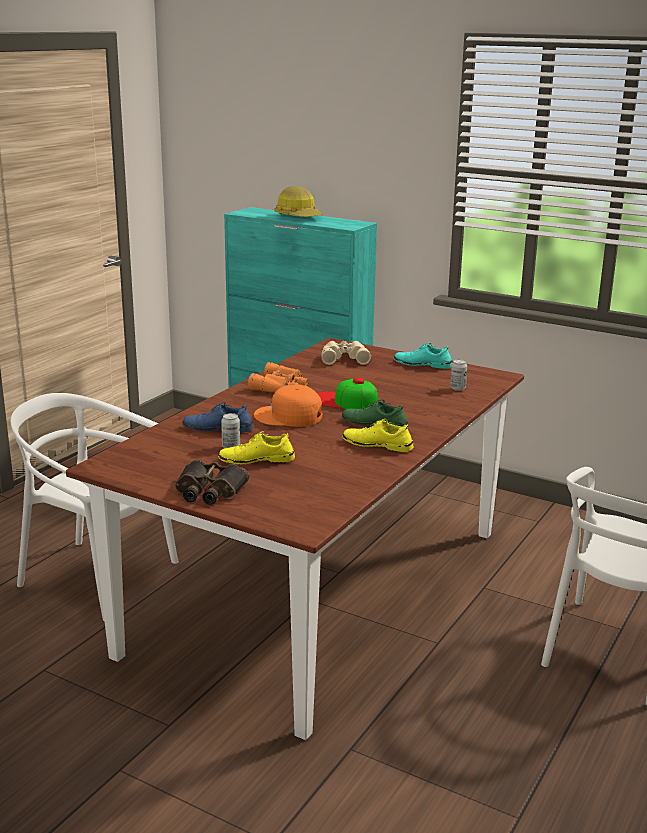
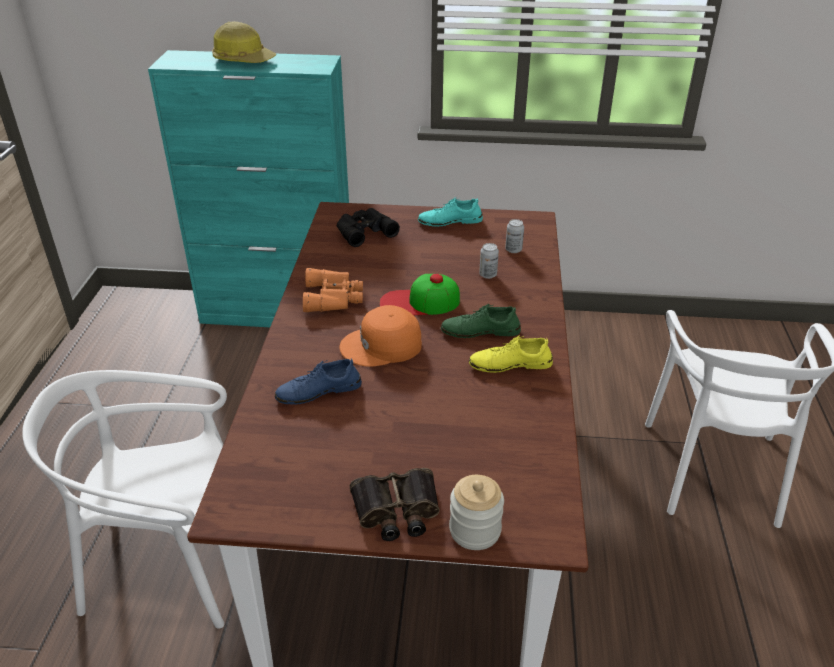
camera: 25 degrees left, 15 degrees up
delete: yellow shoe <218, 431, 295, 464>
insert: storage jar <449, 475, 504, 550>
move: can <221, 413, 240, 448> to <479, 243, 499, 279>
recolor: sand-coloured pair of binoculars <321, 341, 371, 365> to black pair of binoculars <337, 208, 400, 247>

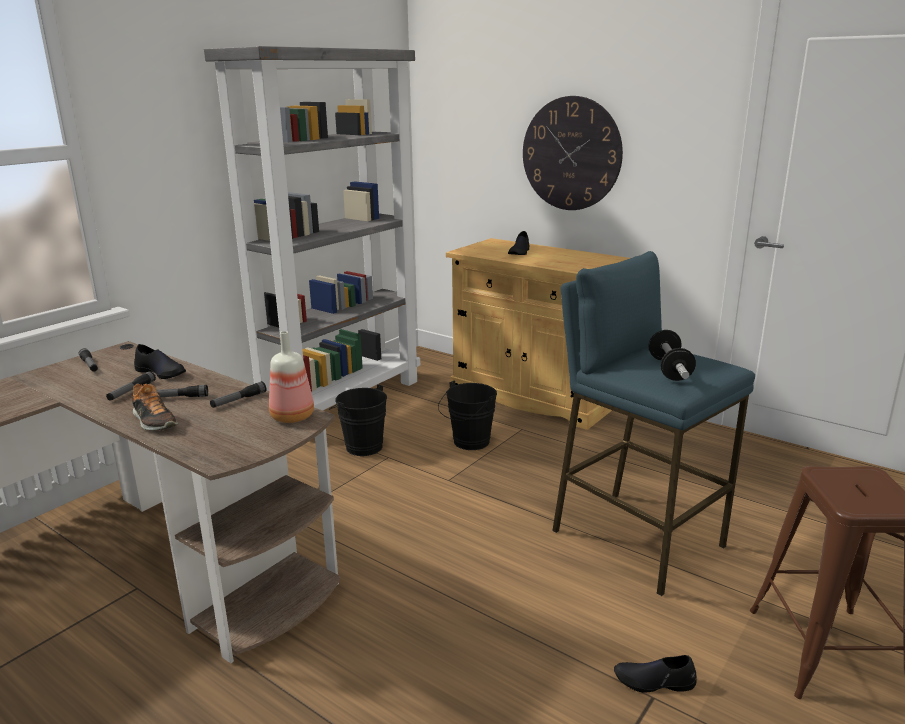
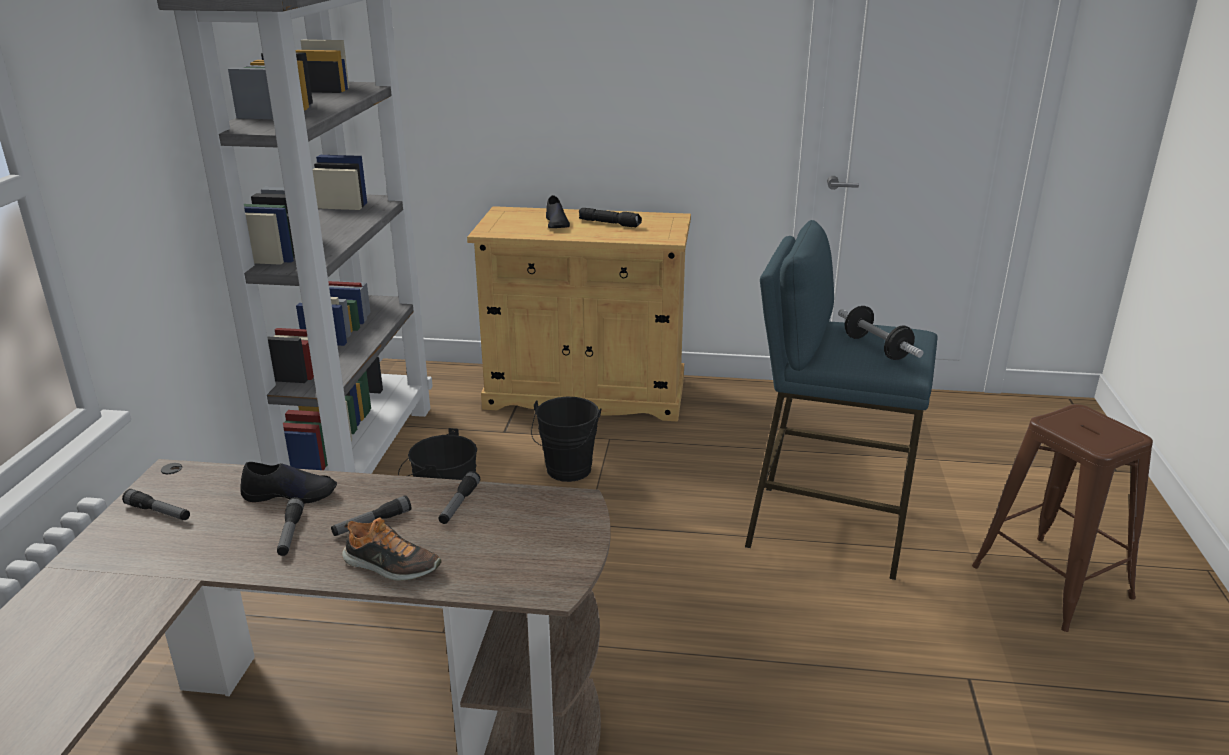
camera: 30 degrees left, 5 degrees up
delete: beverage bottle <269, 331, 314, 423>; wall clock <523, 96, 623, 210>; black shoe <614, 655, 697, 692>
insert: black hand torch <579, 208, 642, 227>

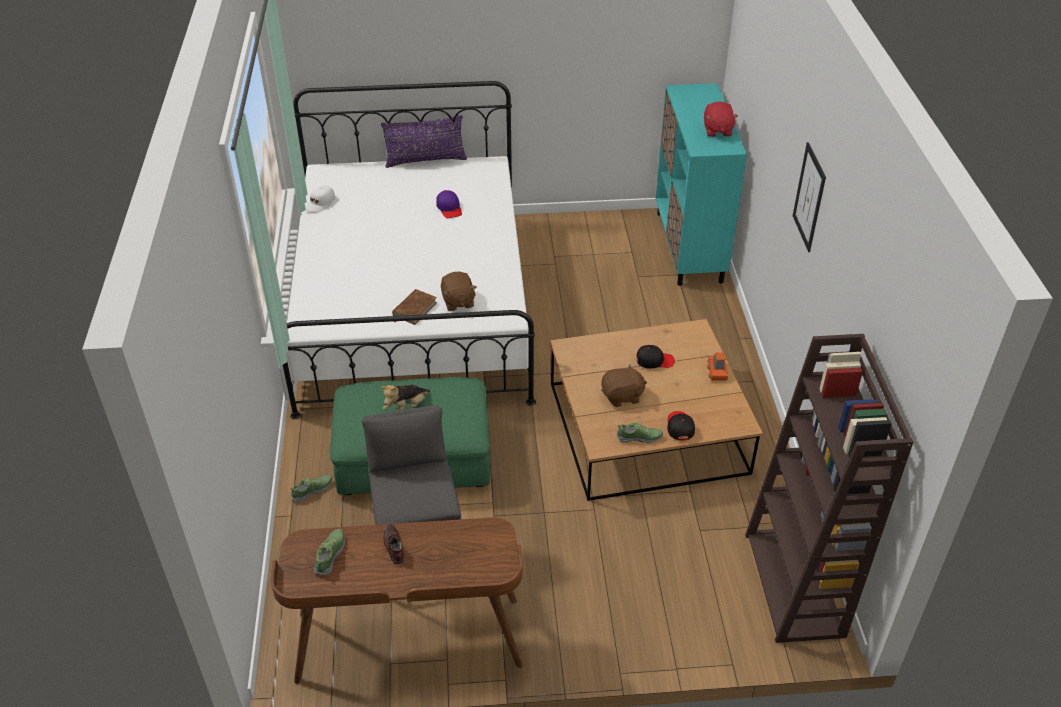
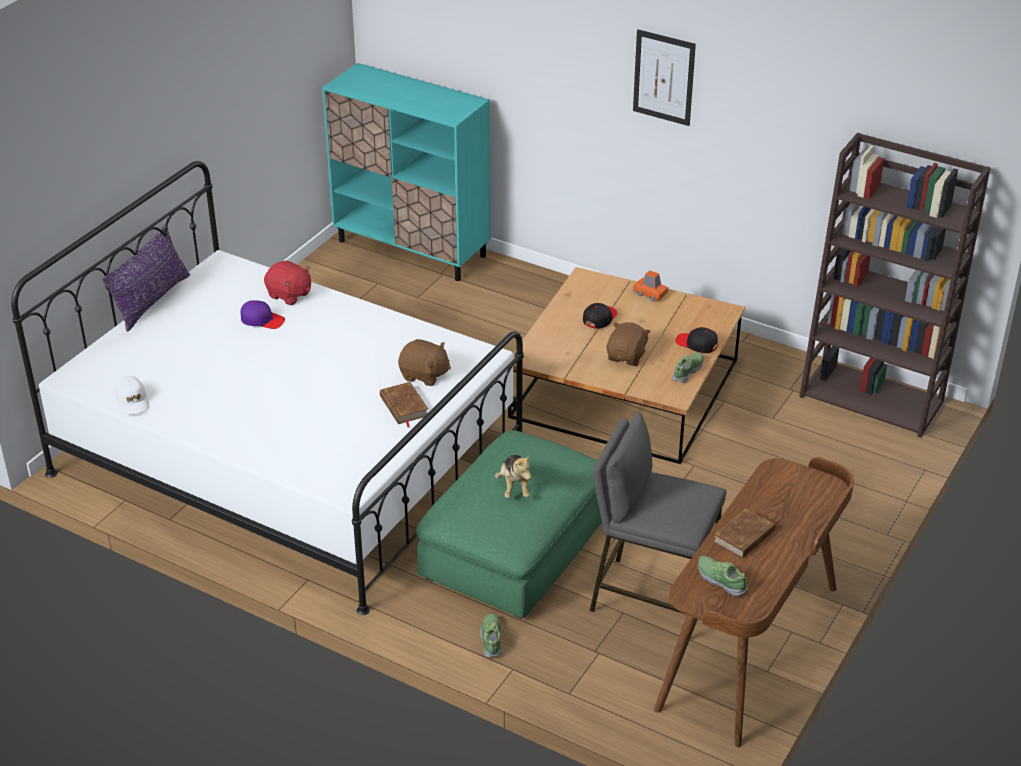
camera: 55 degrees left, 5 degrees down
move: reddish plush toy <704, 101, 738, 137> to <264, 260, 311, 305>
replace: brownish shoe <383, 524, 404, 564> to brownish volume <713, 508, 776, 558>

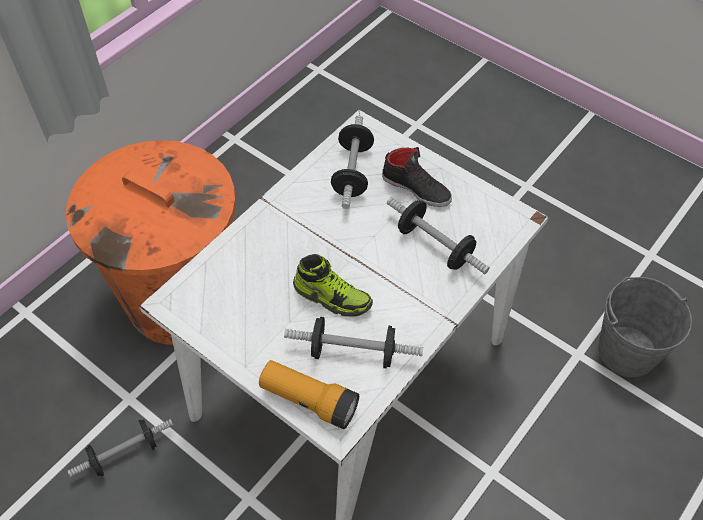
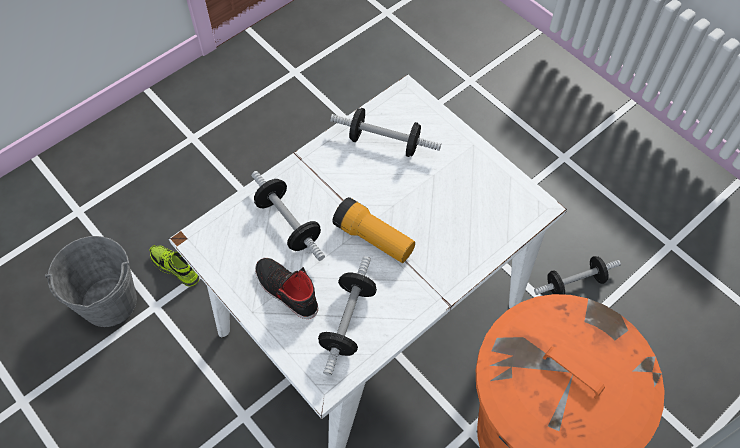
camera: 170 degrees left, 5 degrees up
move: hand torch <259, 360, 359, 429> to <332, 197, 415, 263>; shoe <293, 254, 373, 317> to <149, 245, 200, 287>

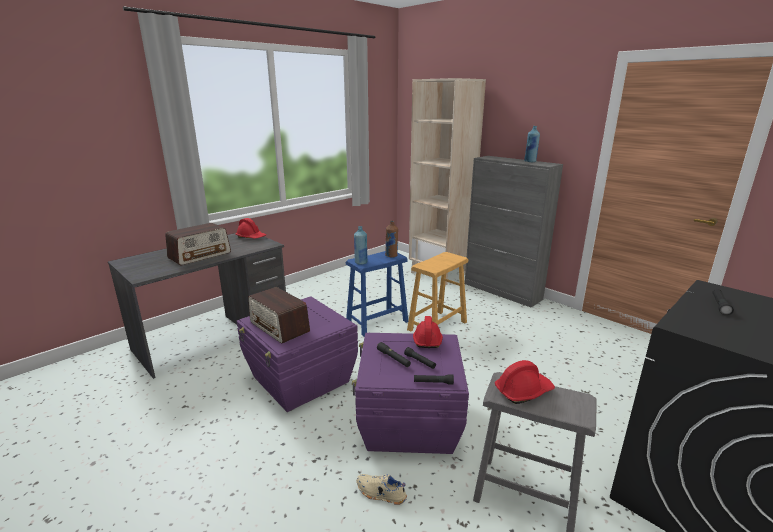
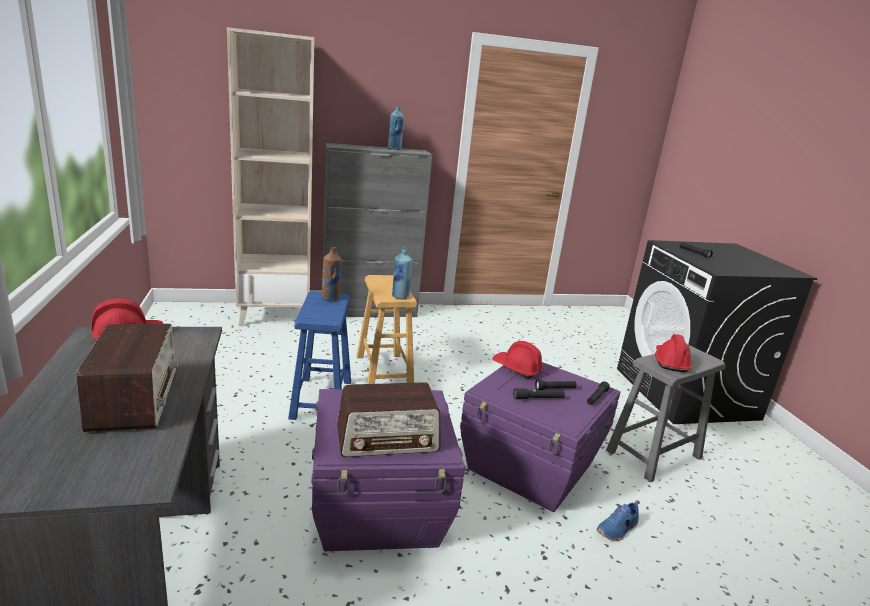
camera: 60 degrees left, 0 degrees up
move: blue-coloured beverage bottle <354, 226, 368, 265> to <392, 248, 412, 299>
recolor: sand-coloured shoe <357, 474, 407, 505> to blue-coloured shoe <597, 500, 640, 541>

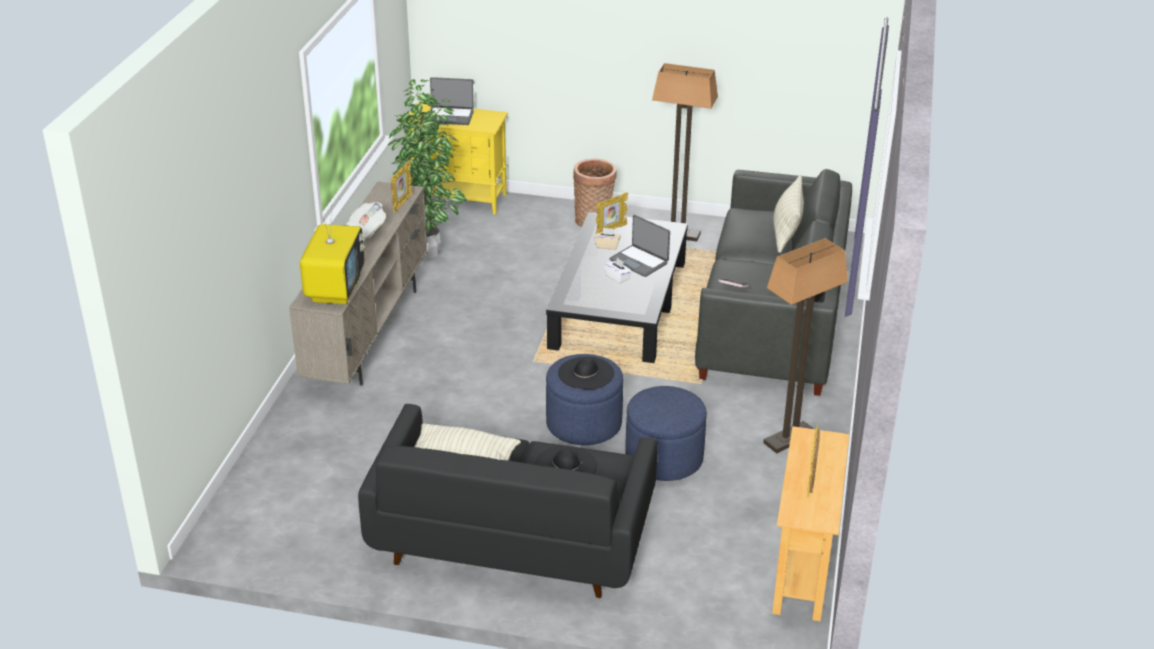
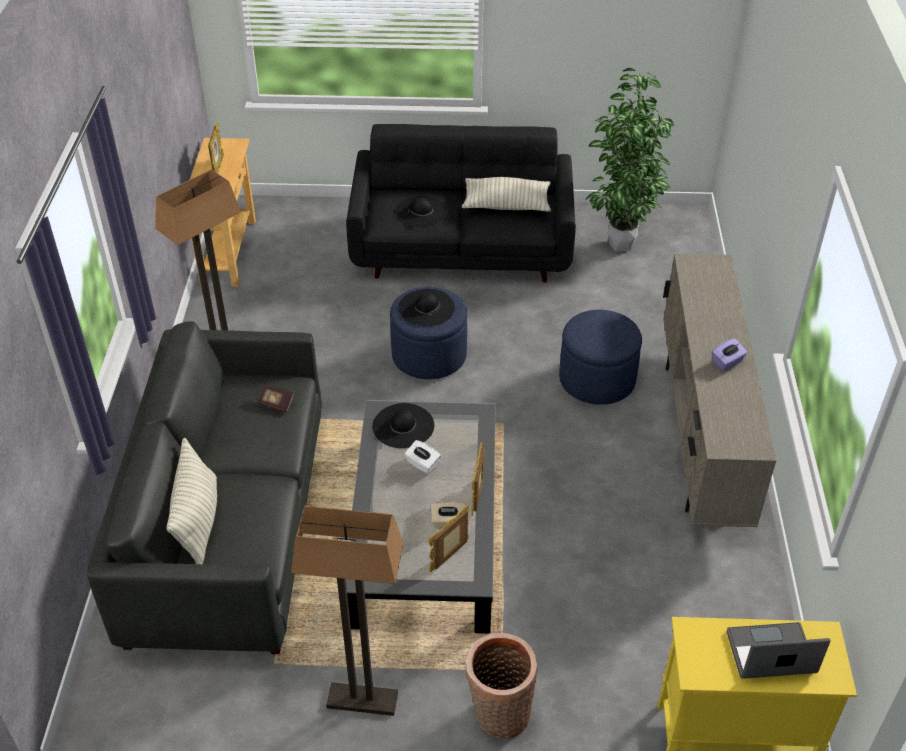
camera: 170 degrees right, 10 degrees up
delete: TV set <300, 205, 365, 304>; notebook computer <610, 215, 670, 277>
insert: black wearable hat <372, 403, 434, 448>
move: houseplant <387, 79, 467, 260> to <585, 68, 674, 252>; photo frame <391, 160, 413, 213> to <471, 442, 484, 516>; blue-coloured footrest <625, 386, 707, 481> to <559, 310, 642, 405>
replace: daily paper <346, 202, 386, 242> to purple-coloured tissue holder <712, 338, 748, 371>

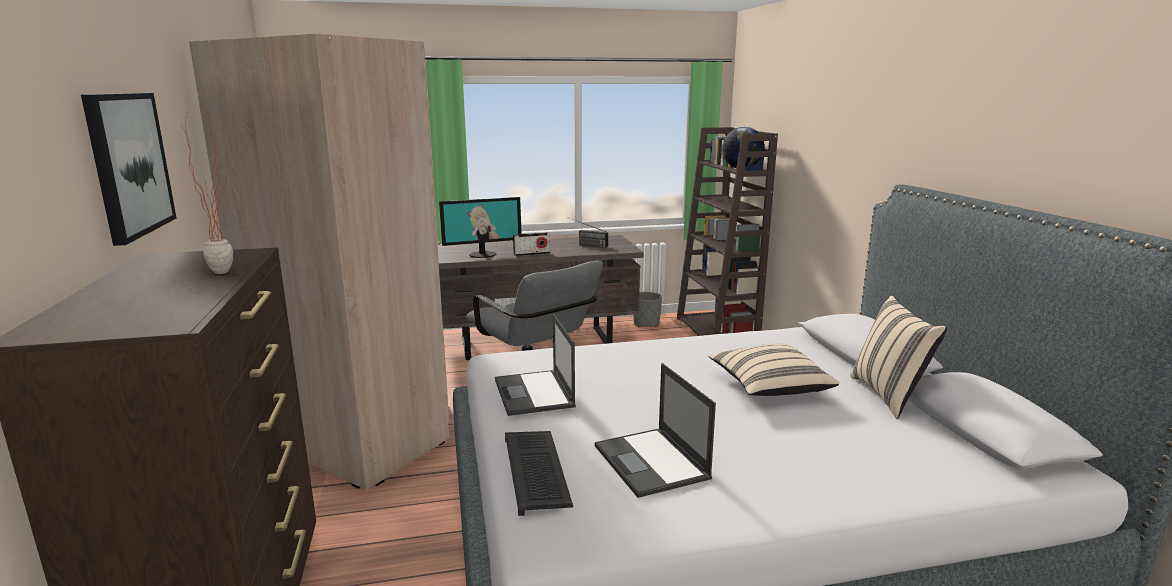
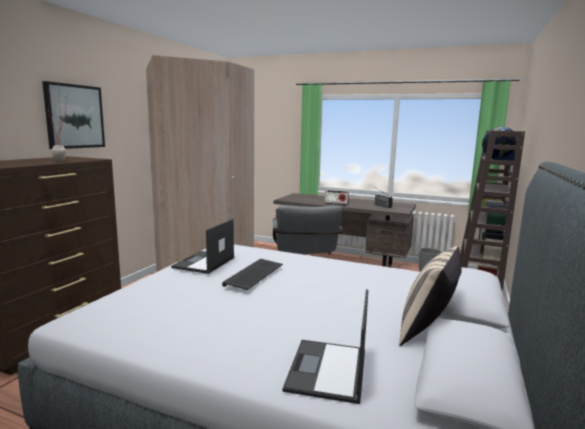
camera: 35 degrees right, 5 degrees down
delete: computer display <439, 197, 522, 258>; sand-coloured pillow <708, 344, 839, 396>
move: computer keyboard <505, 431, 573, 516> to <222, 259, 283, 290>; notebook computer <595, 363, 716, 498> to <283, 289, 368, 404>

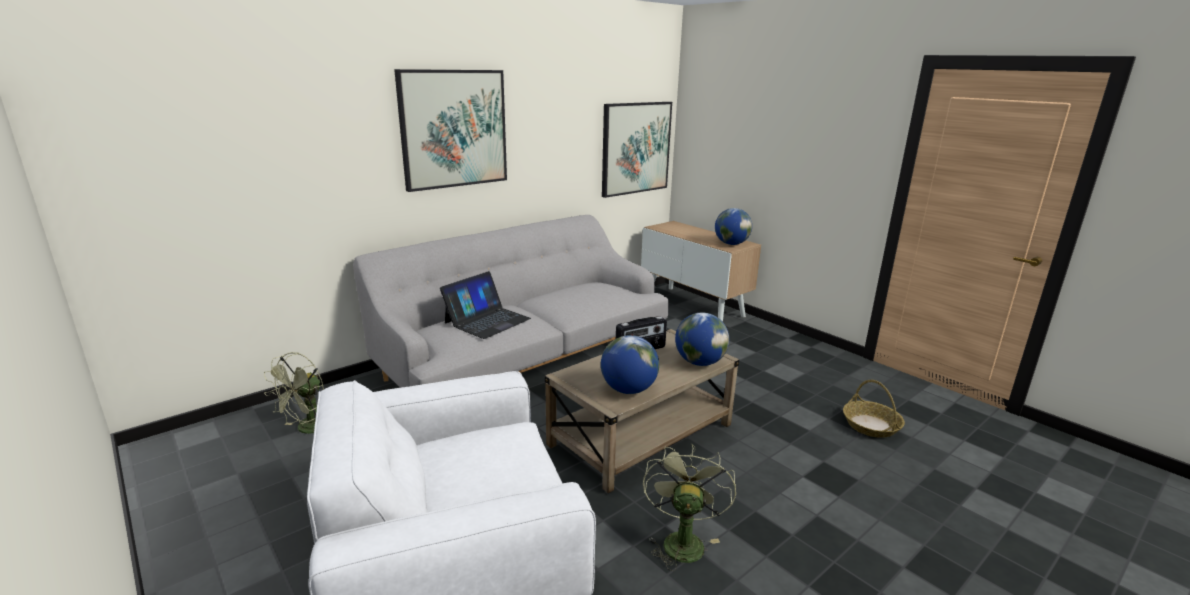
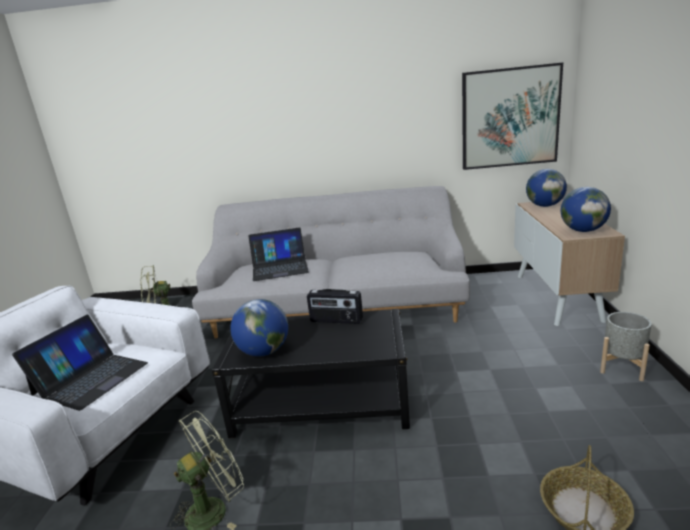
camera: 45 degrees right, 0 degrees up
delete: wall art <394, 69, 507, 192>
insert: notebook computer <12, 315, 148, 411>; grey planter <600, 312, 652, 381>
move: desk globe <675, 312, 729, 366> to <526, 169, 567, 207>
recolor: sand-coloured coffee table <545, 329, 739, 493> to black coffee table <211, 309, 410, 438>

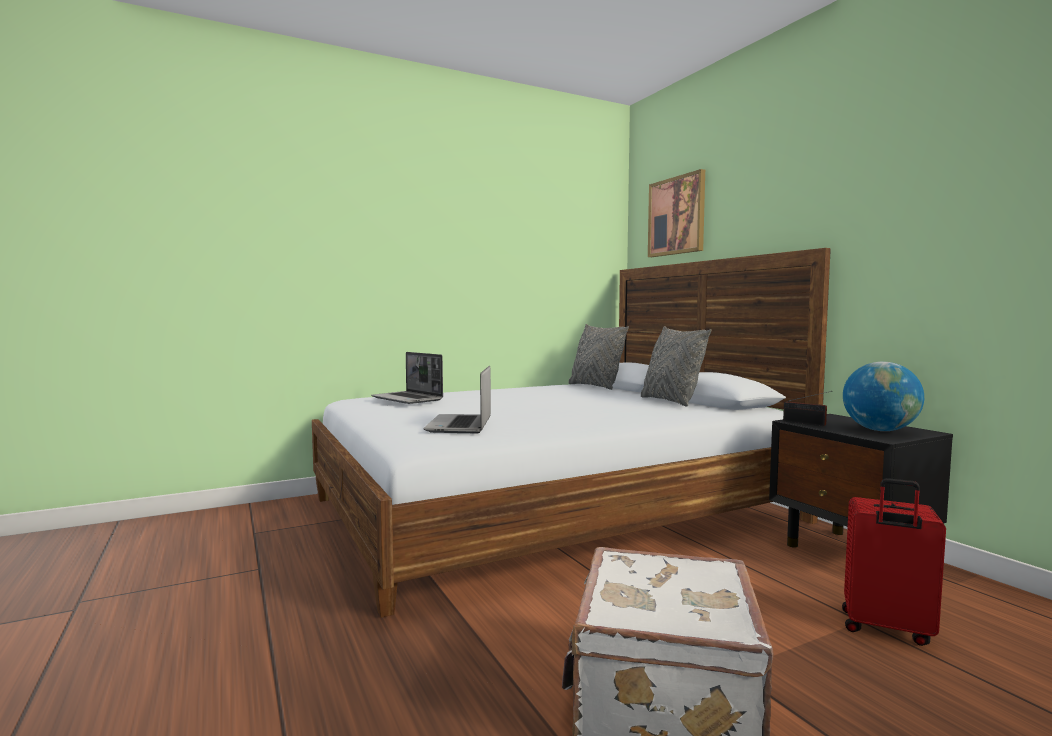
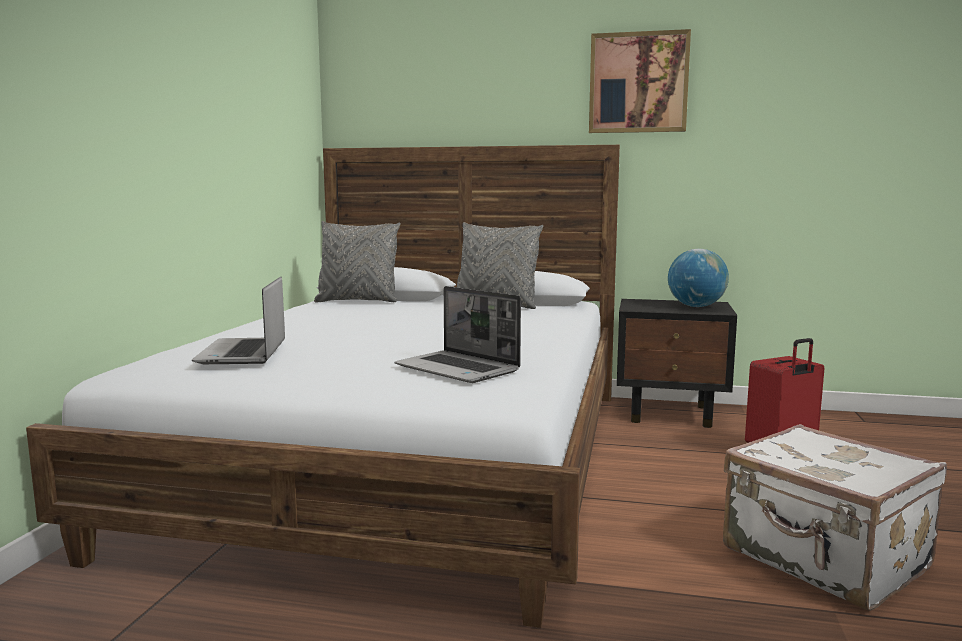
camera: 50 degrees left, 5 degrees up
delete: radio receiver <783, 391, 832, 426>
move: wall art <648, 169, 705, 257> to <589, 29, 691, 133>
rotate: notebook computer <371, 352, 443, 404> = <192, 277, 285, 364> 90 degrees clockwise

